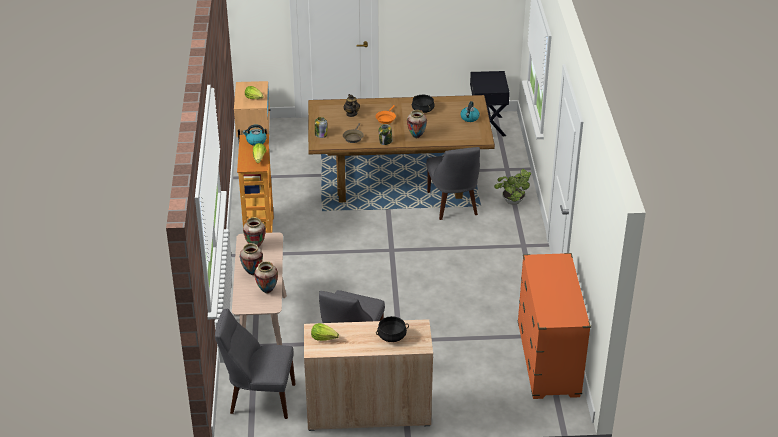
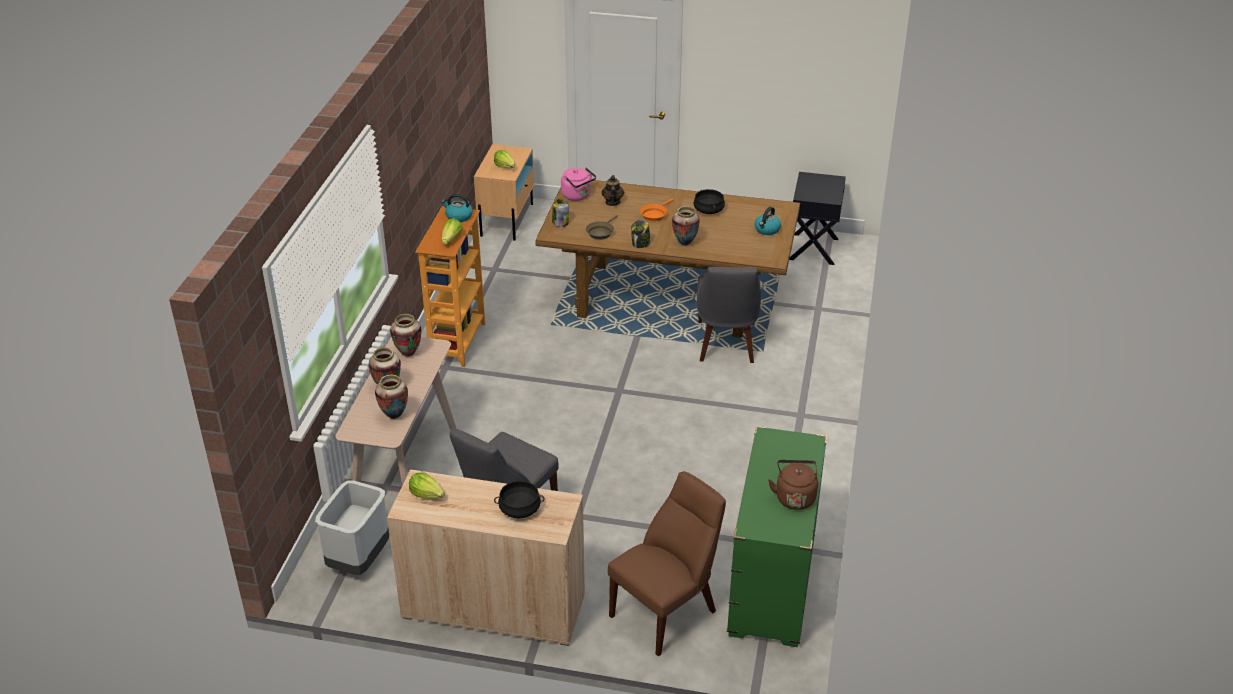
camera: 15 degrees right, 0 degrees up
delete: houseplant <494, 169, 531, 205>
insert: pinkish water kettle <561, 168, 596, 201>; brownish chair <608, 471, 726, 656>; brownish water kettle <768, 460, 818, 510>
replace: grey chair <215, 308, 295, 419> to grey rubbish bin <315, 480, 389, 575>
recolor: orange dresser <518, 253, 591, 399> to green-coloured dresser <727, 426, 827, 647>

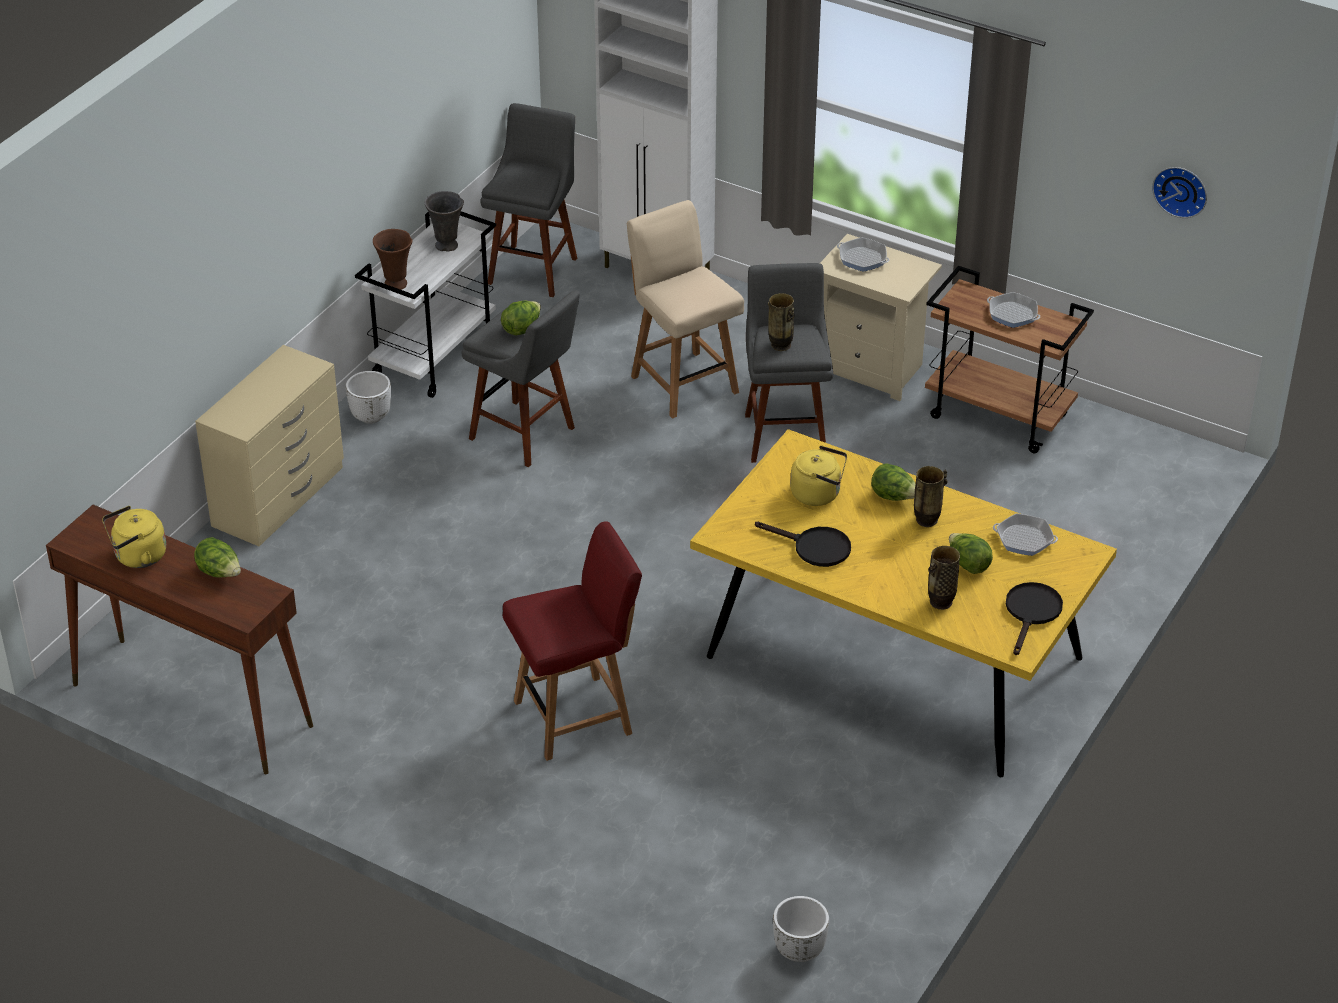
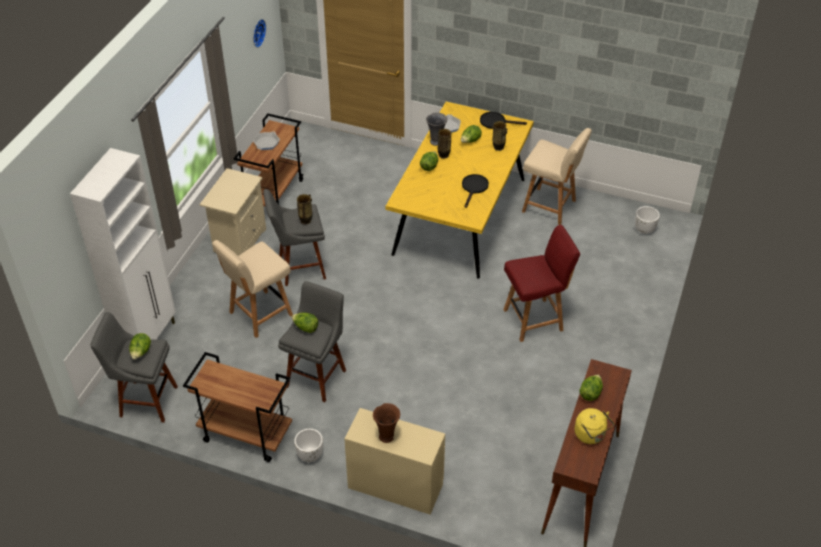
camera: 100 degrees left, 5 degrees up
delete: yellow water kettle <790, 445, 847, 506>; pan <837, 237, 889, 272>
insert: lettuce <129, 333, 151, 360>; sand-coloured chair <522, 128, 592, 225>
move: brownish flower vase <373, 229, 413, 290> to <373, 403, 400, 443>; grey flower vase <425, 191, 464, 252> to <426, 113, 447, 146>
recolor: white trolley <355, 211, 496, 398> to brownish trolley <183, 352, 292, 462>
rotate: reddish chair <503, 521, 642, 761> = <503, 225, 580, 342> 105 degrees clockwise

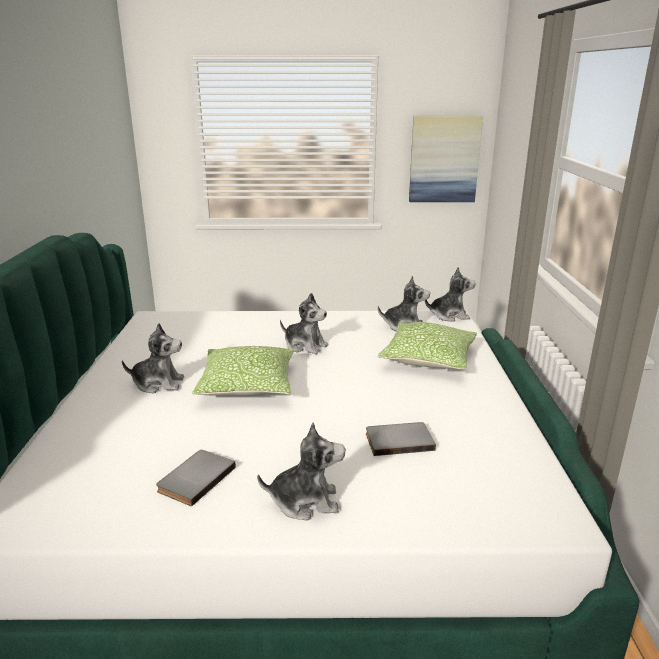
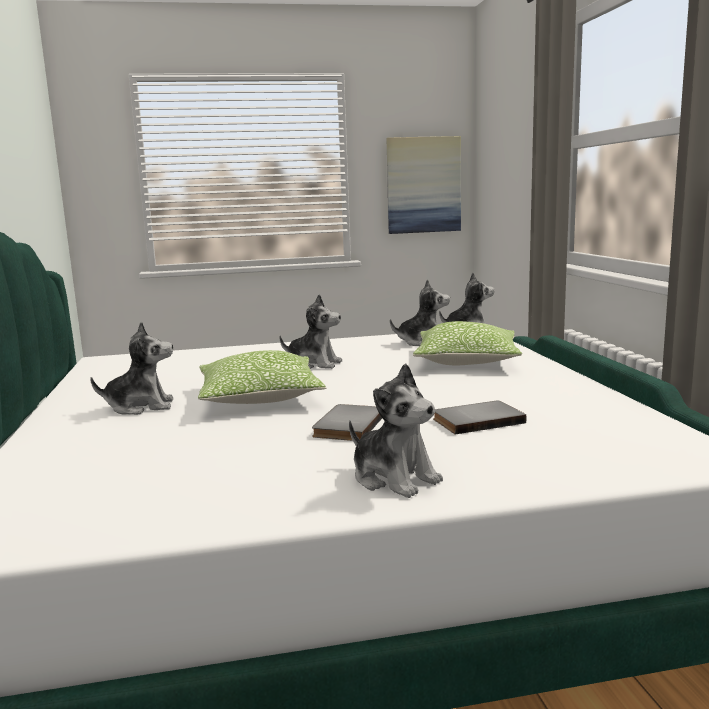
camera: 10 degrees left, 10 degrees down
move: grey volume <156, 450, 236, 507> to <312, 404, 382, 441>
rotate: plush toy <257, 422, 345, 520> = <349, 363, 443, 498> 60 degrees clockwise

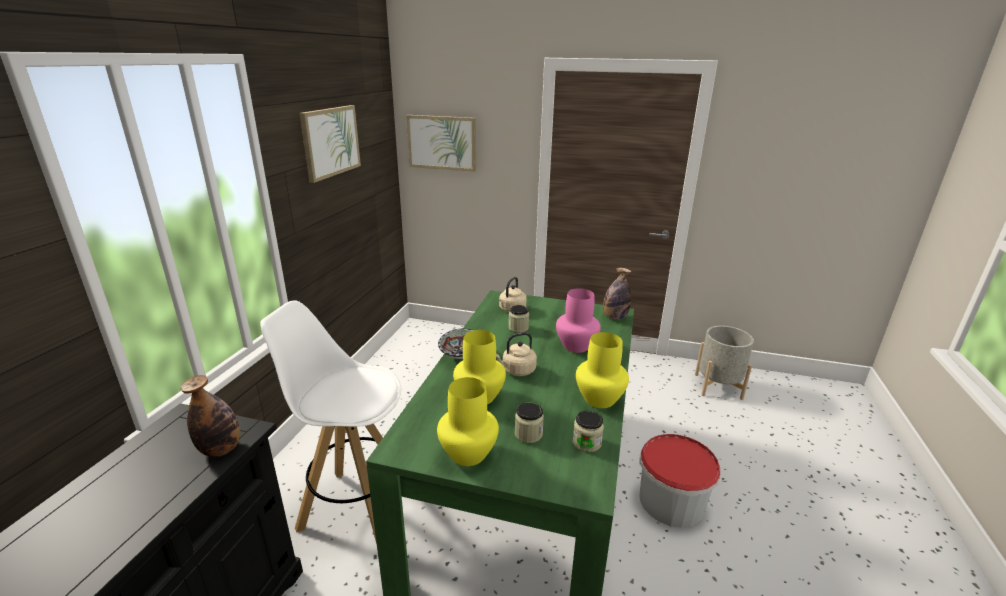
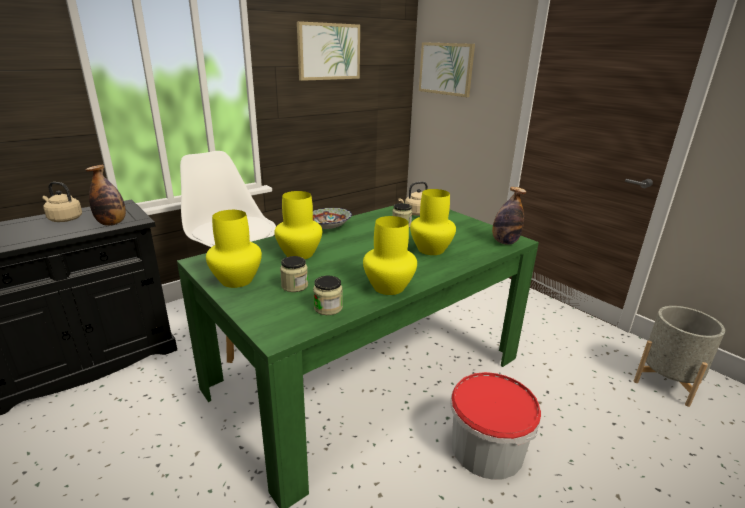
camera: 35 degrees right, 0 degrees up
move: sand-coloured water kettle <496, 332, 537, 376> to <43, 182, 82, 222>
recolor: pinkish flower vase <556, 288, 601, 353> to yellow flower vase <410, 189, 456, 255>

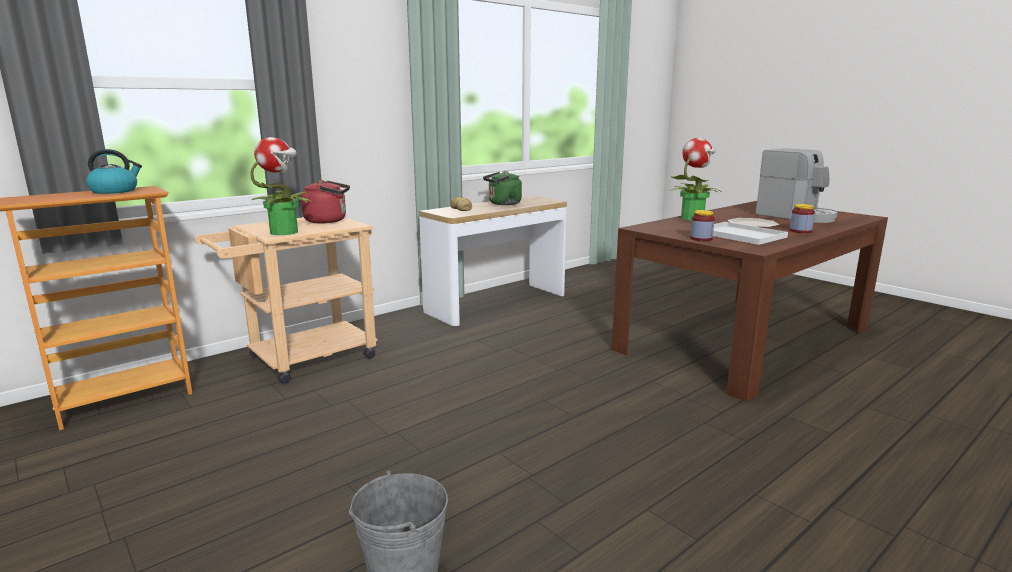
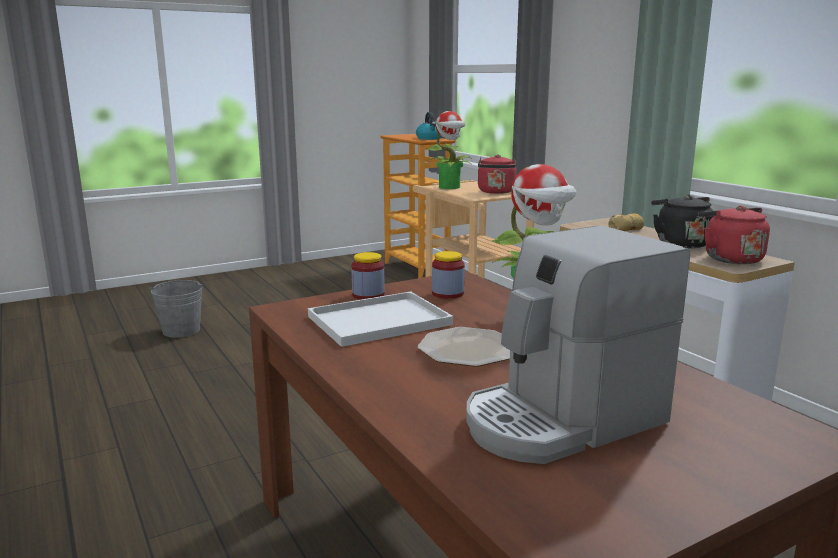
camera: 100 degrees right, 0 degrees up
insert: reddish water kettle <698, 206, 770, 264>
move: storage jar <789, 204, 815, 233> to <432, 251, 465, 299>
recolor: green-coloured water kettle <483, 171, 522, 205> to black water kettle <651, 195, 714, 248>

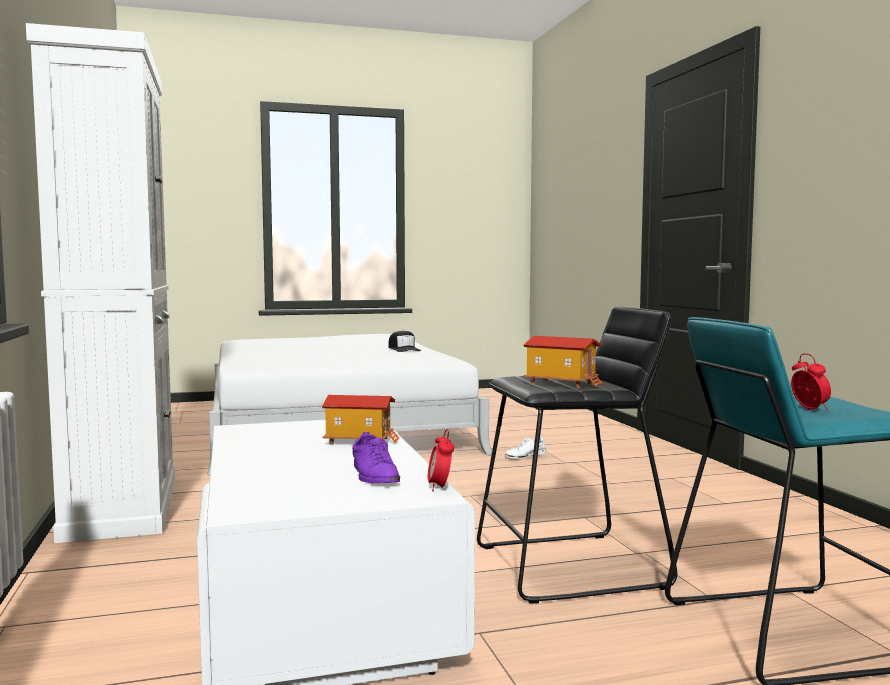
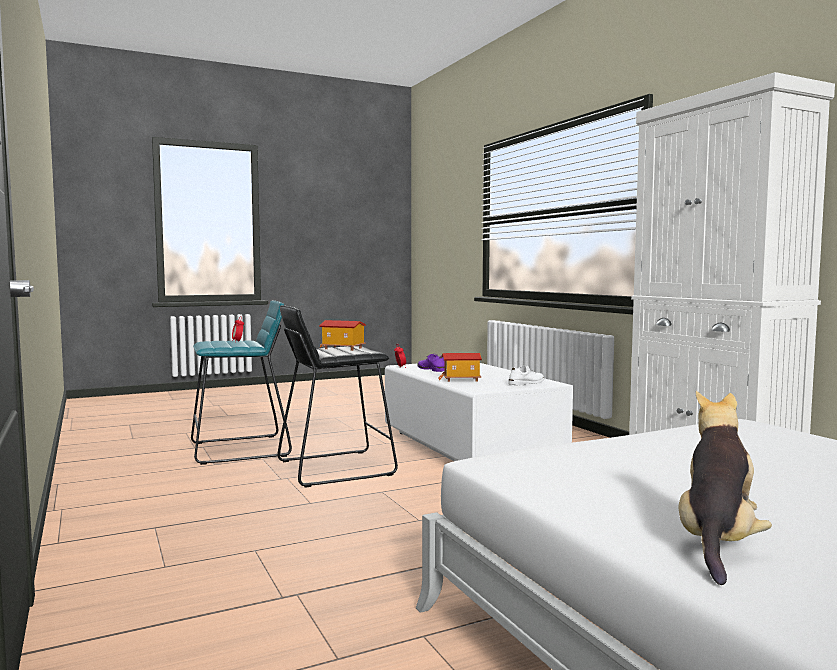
camera: 170 degrees right, 0 degrees up
move: white shoe <504, 436, 546, 459> to <508, 365, 544, 385>
replace: black peaked cap <388, 331, 421, 352> to plush toy <679, 391, 772, 585>

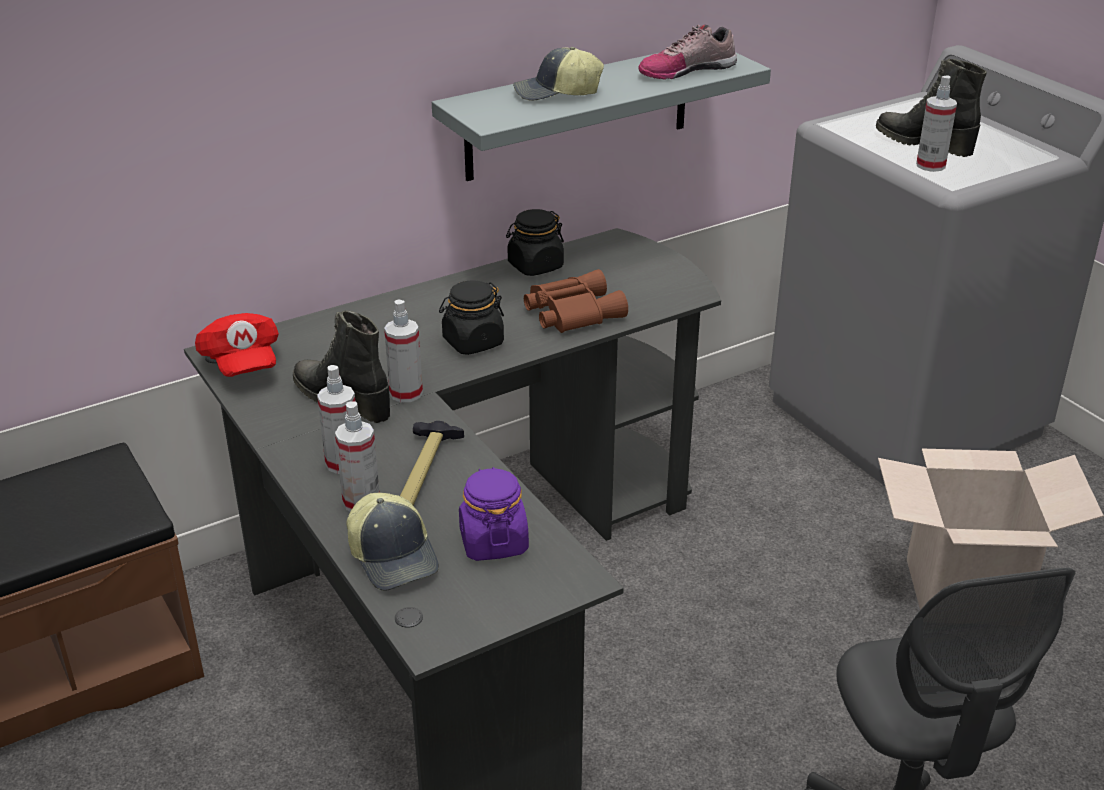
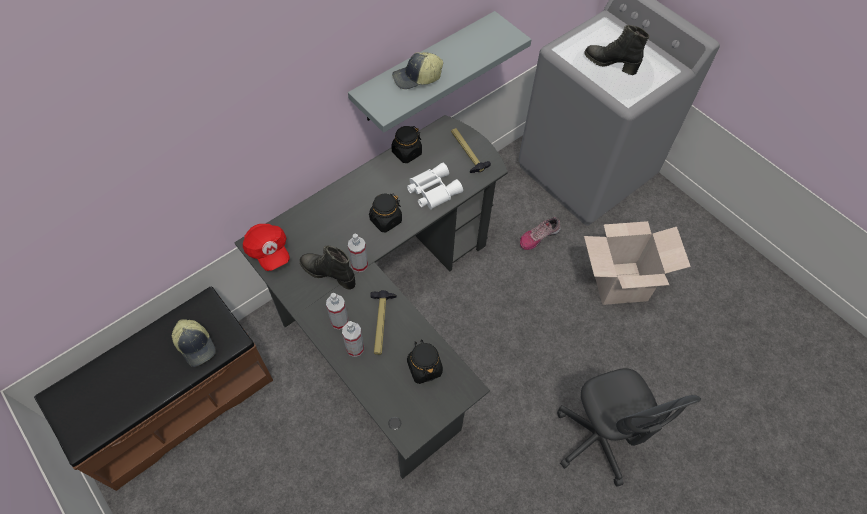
camera: 10 degrees left, 25 degrees up
delete: sprayer <916, 75, 957, 172>
insert: hand hammer <451, 128, 491, 173>
move: peaked cap <346, 492, 439, 591> to <172, 319, 216, 367>; shoe <638, 24, 737, 79> to <520, 217, 561, 250>
recolor: purple-coloured storage jar <459, 467, 529, 561> to black storage jar <407, 339, 443, 384>; brownish pair of binoculars <524, 269, 628, 333> to white pair of binoculars <407, 163, 463, 210>

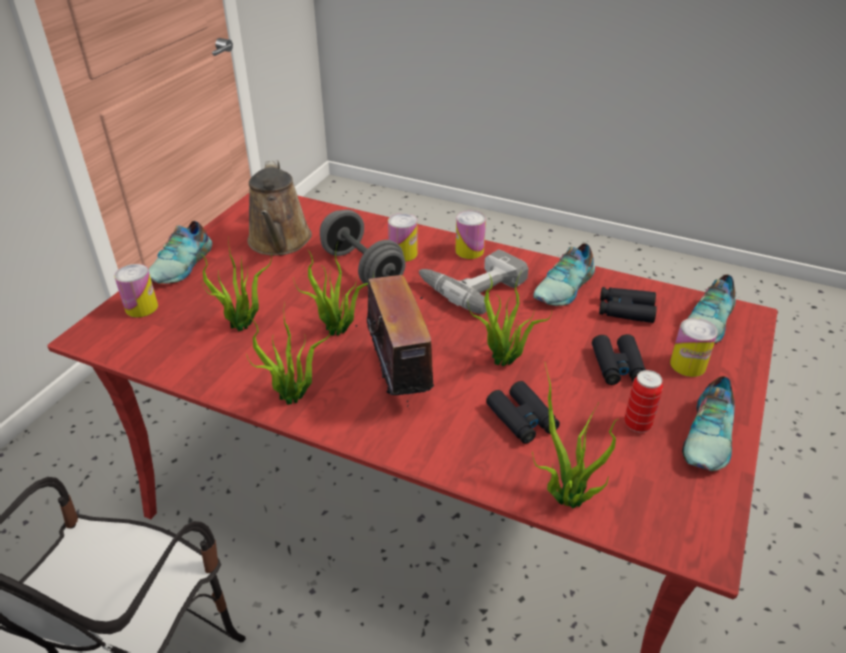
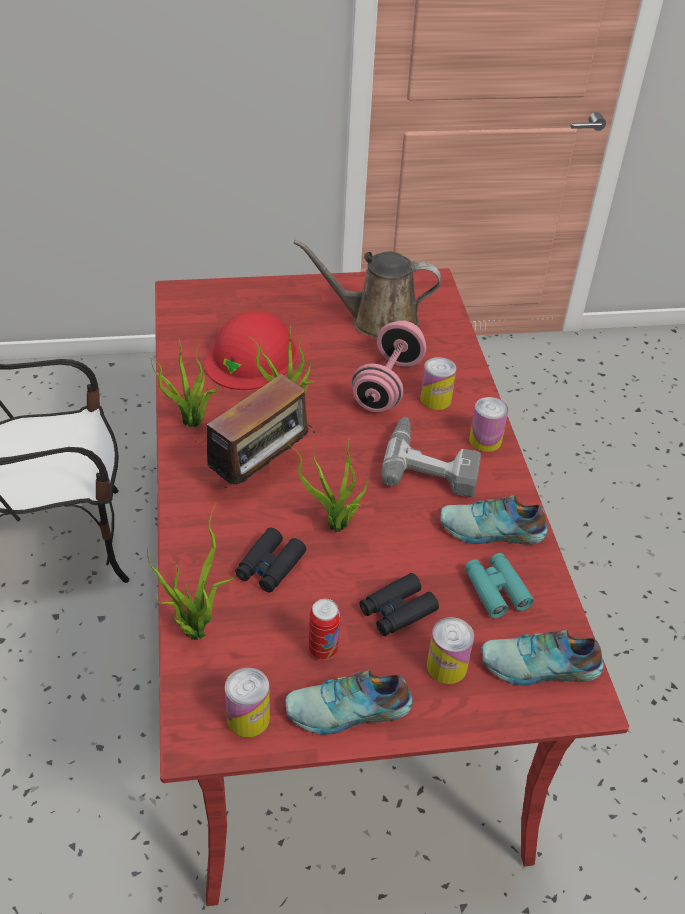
camera: 55 degrees right, 5 degrees up
delete: shoe <148, 221, 212, 284>
move: can <114, 264, 158, 318> to <225, 668, 270, 738>
replace: houseplant <200, 235, 272, 332> to reddish work helmet <204, 311, 298, 390>
recolor: grey dumbbell <320, 210, 406, 286> to pinkish dumbbell <351, 320, 426, 412>; black pair of binoculars <599, 287, 657, 323> to blue-green pair of binoculars <465, 553, 534, 618>
rotate: brownish watering pot <247, 160, 312, 255> = <294, 239, 441, 339> 45 degrees clockwise

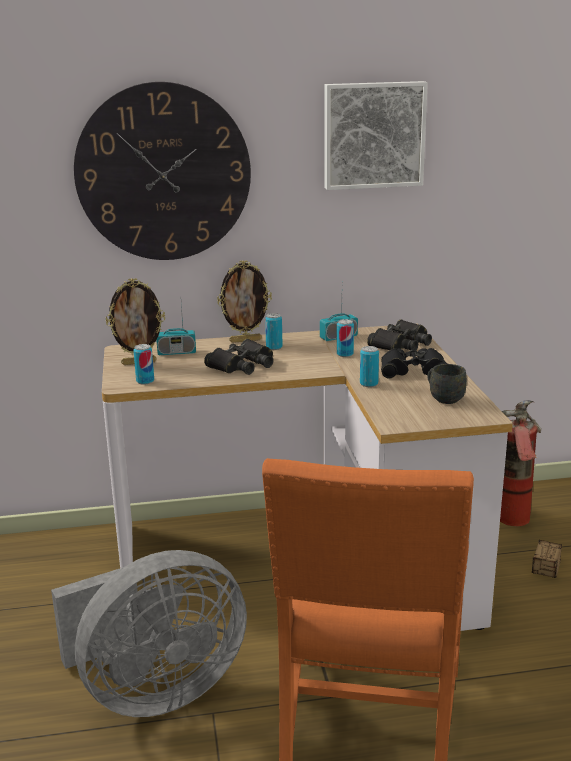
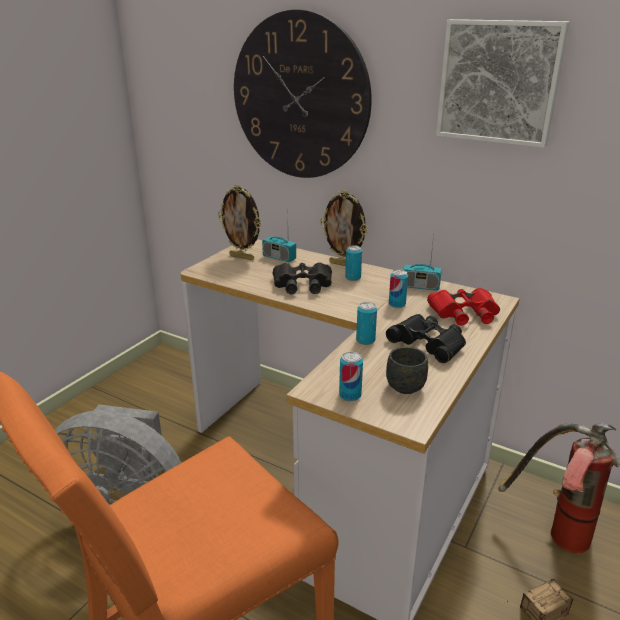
camera: 40 degrees right, 5 degrees up
move: can <133, 344, 154, 385> to <339, 352, 363, 401>
recolor: black pair of binoculars <367, 319, 432, 350> to reddish pair of binoculars <427, 288, 500, 326>

